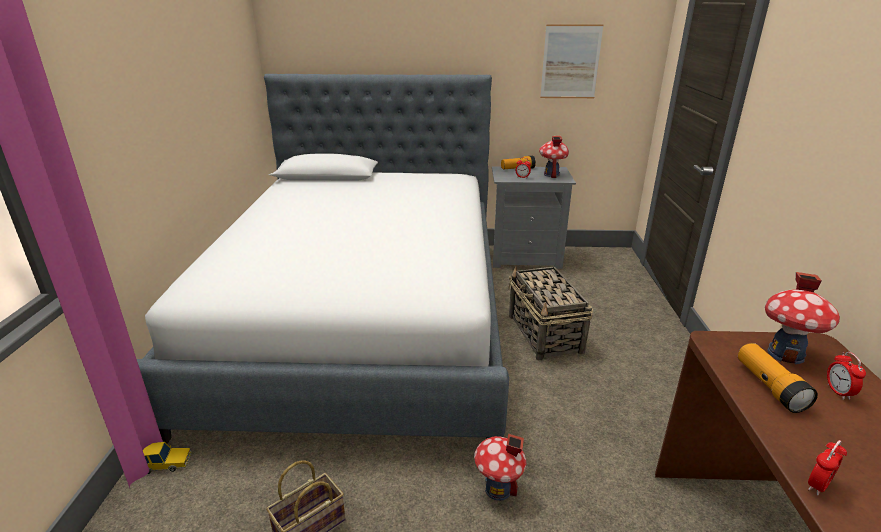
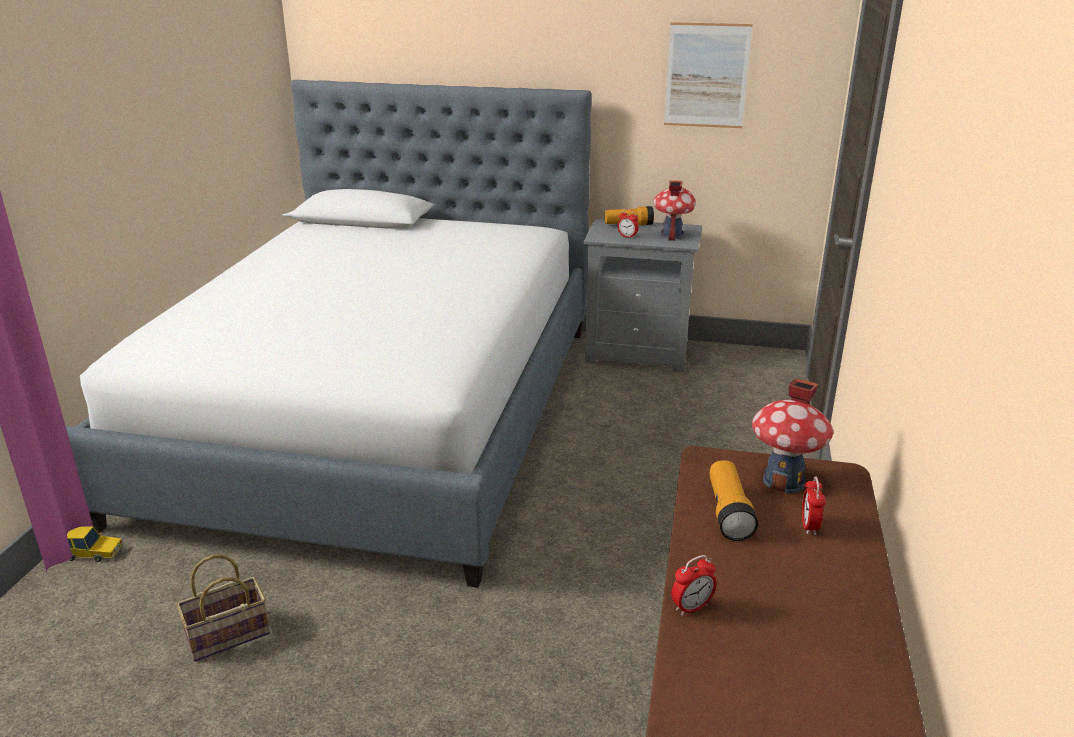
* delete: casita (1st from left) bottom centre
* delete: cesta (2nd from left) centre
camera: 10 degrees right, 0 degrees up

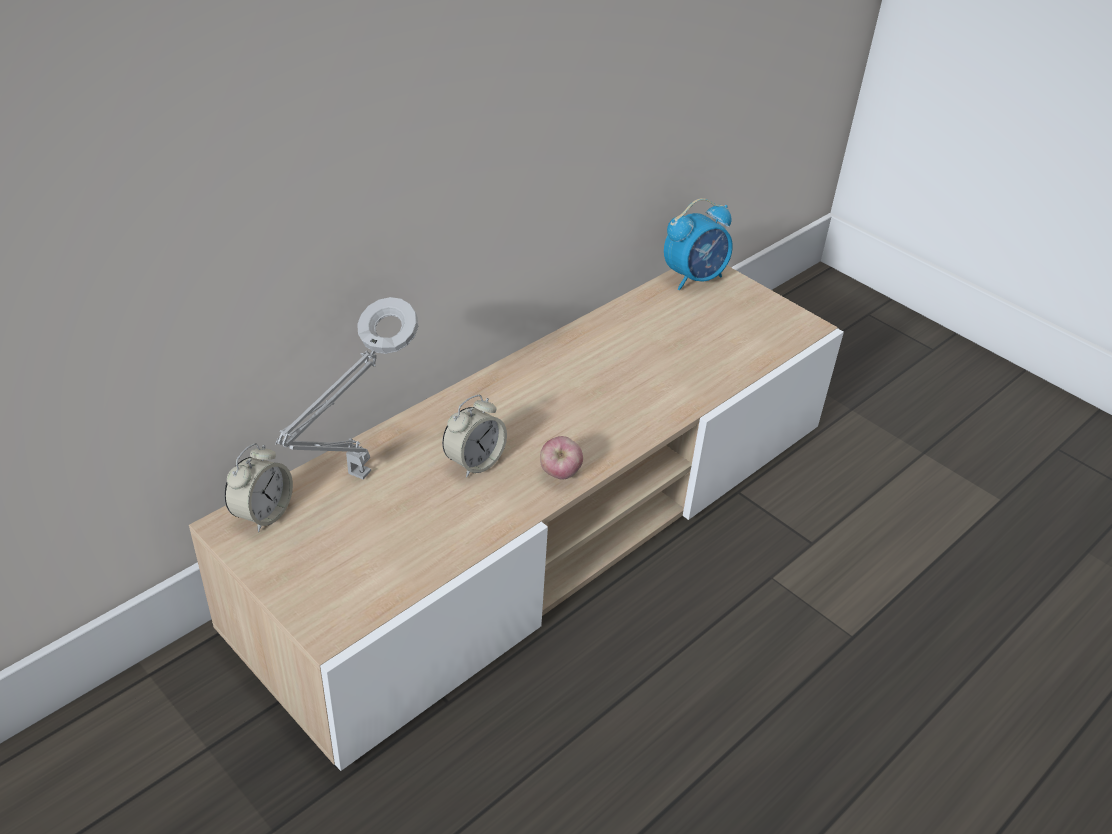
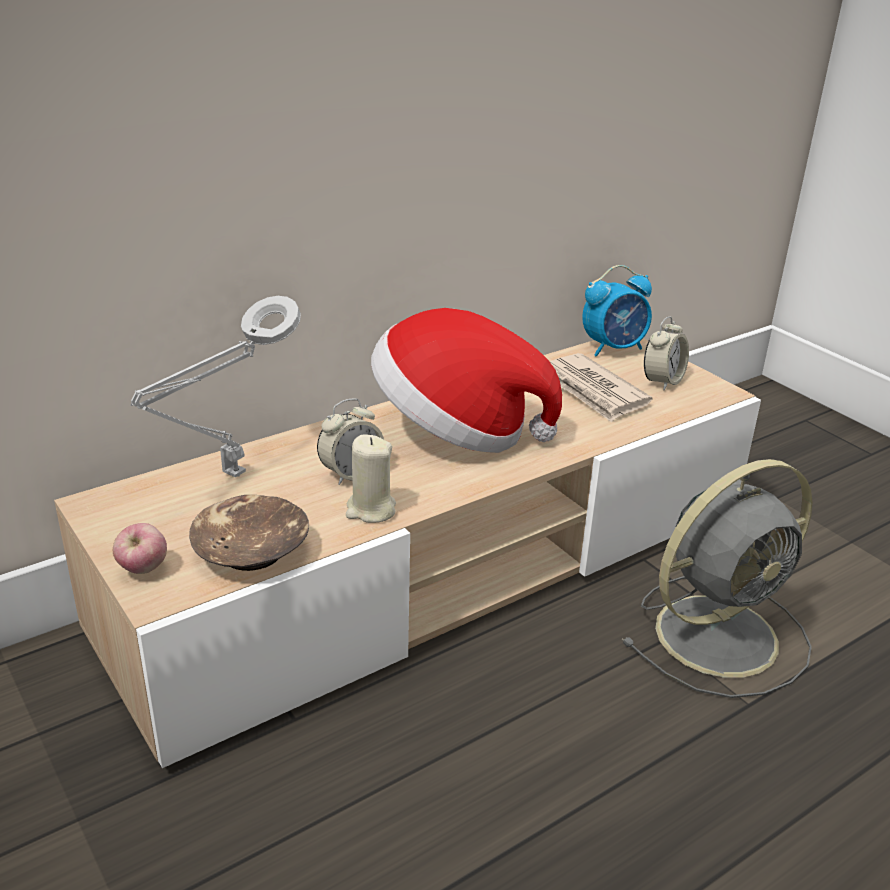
* insert: cuenco (marrón) middle left
* insert: vela (beis) centre
* insert: sombrero centre
* insert: periódico middle right
* insert: ventilador (gris) middle right
* move: despertador (1st from left in the first image) middle left to despertador (3rd from left) middle right
* move: manzana centre to middle left
camera: 10 degrees right, 10 degrees down

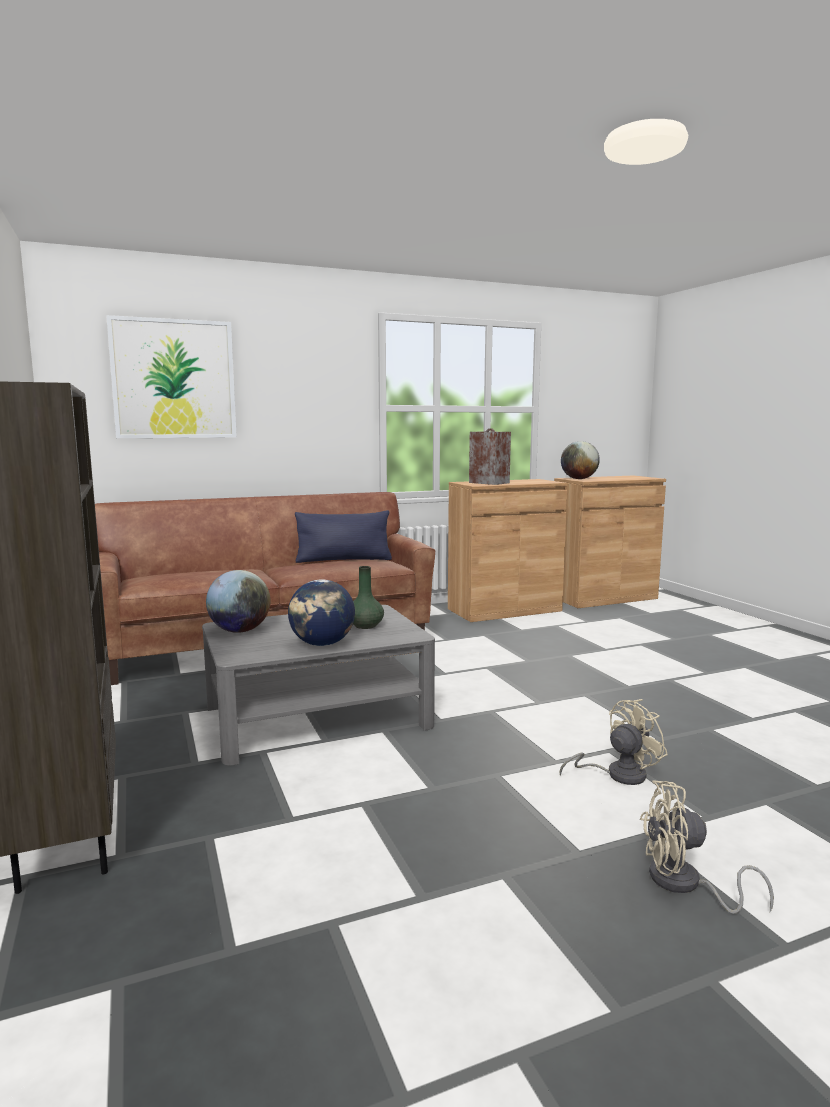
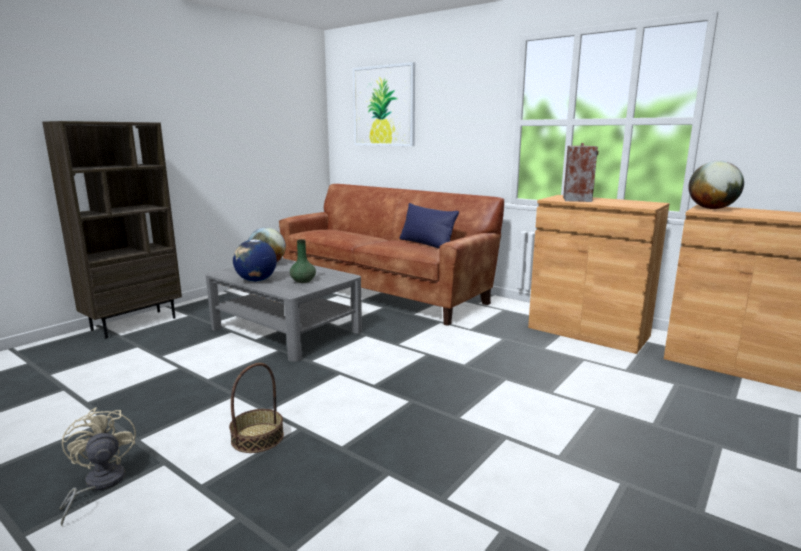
* replace: ventilador (beis) (1st from left) bottom right to cesta bottom left
camera: 60 degrees right, 5 degrees up

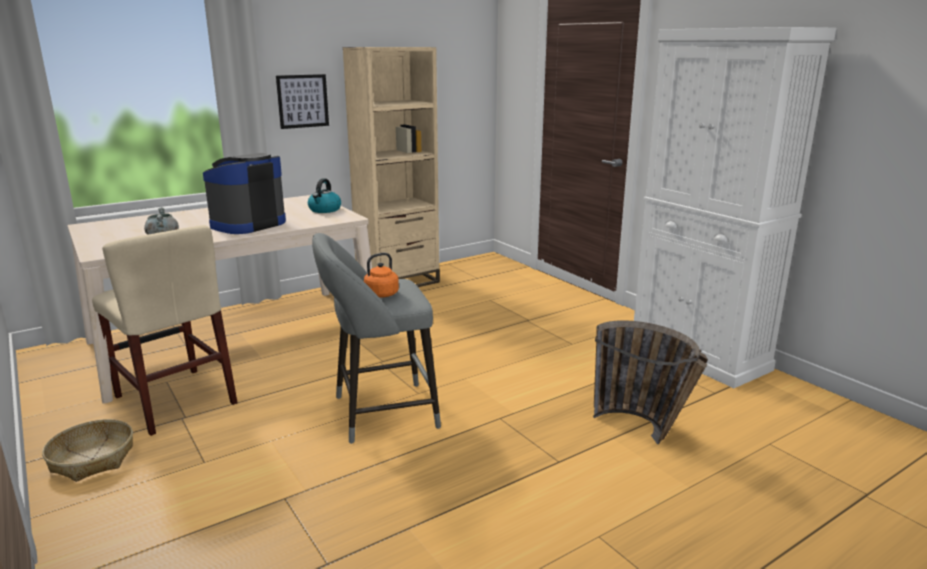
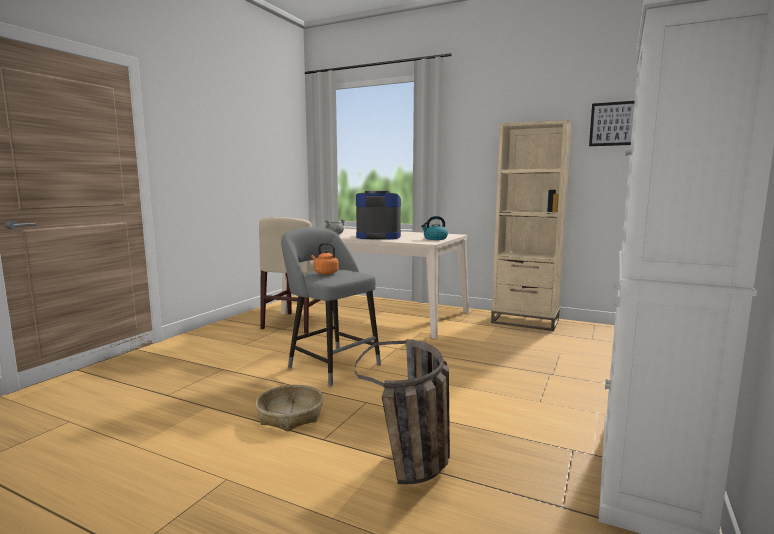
* move: cesta (1st from left) bottom left to bottom centre
* move: cuadro top left to top right
camera: 60 degrees right, 10 degrees down

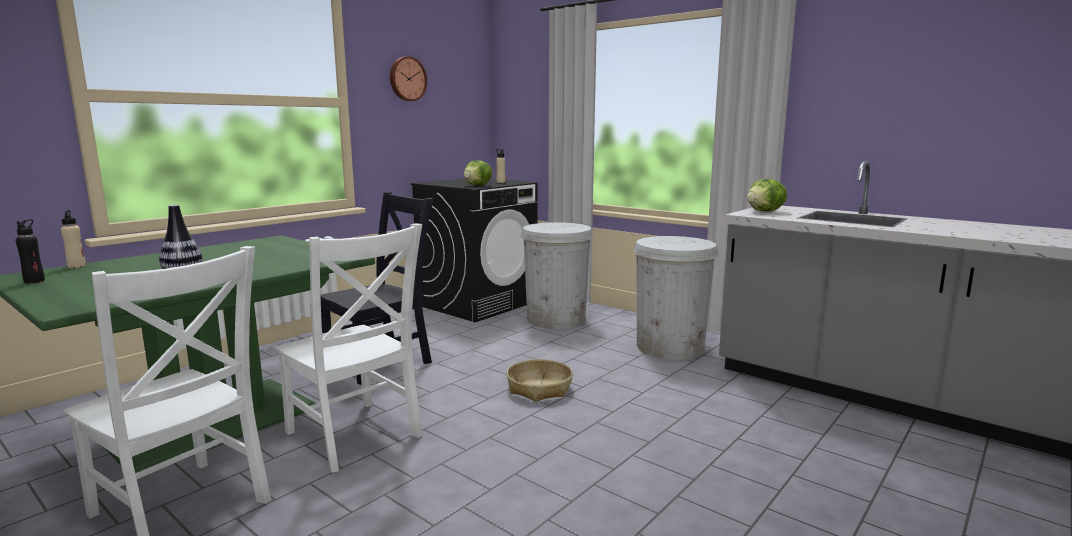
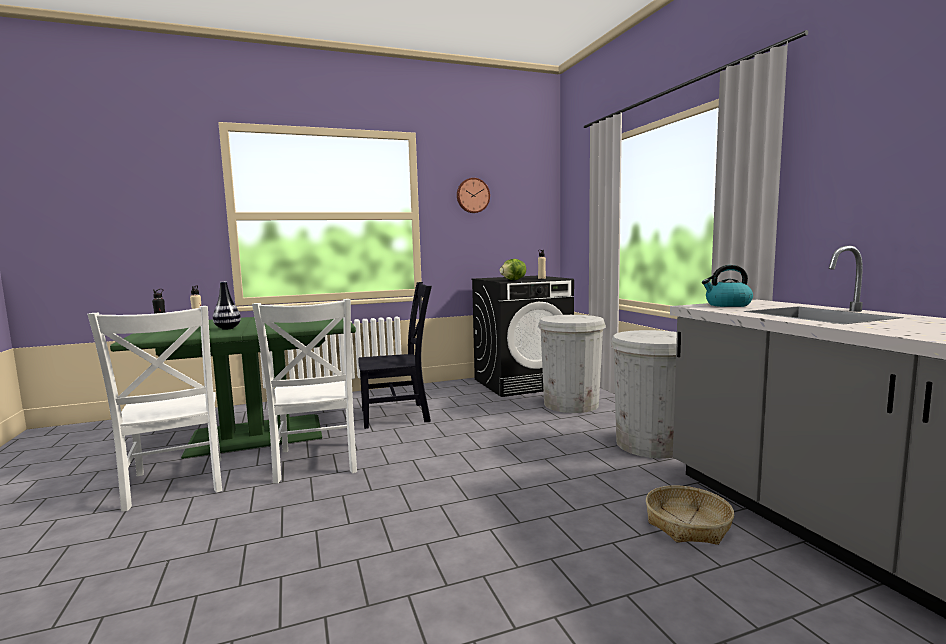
* move: cesta bottom centre to bottom right
* replace: lechuga (2nd from left) middle right to hervidor middle right
camera: 30 degrees right, 5 degrees down

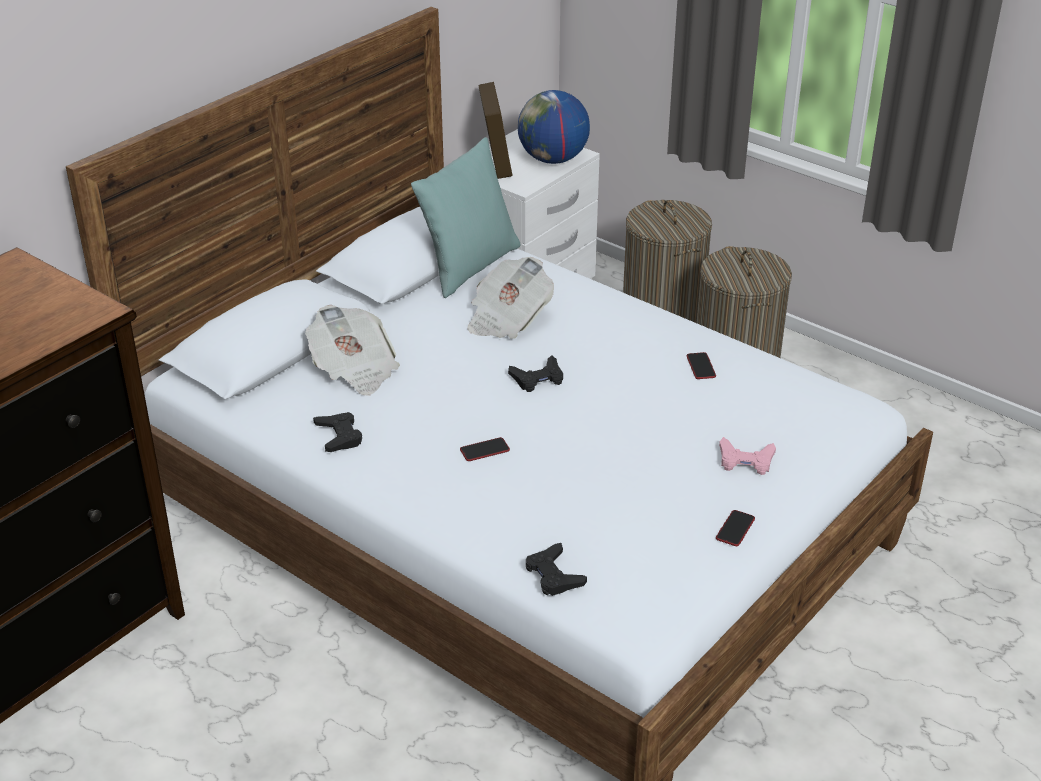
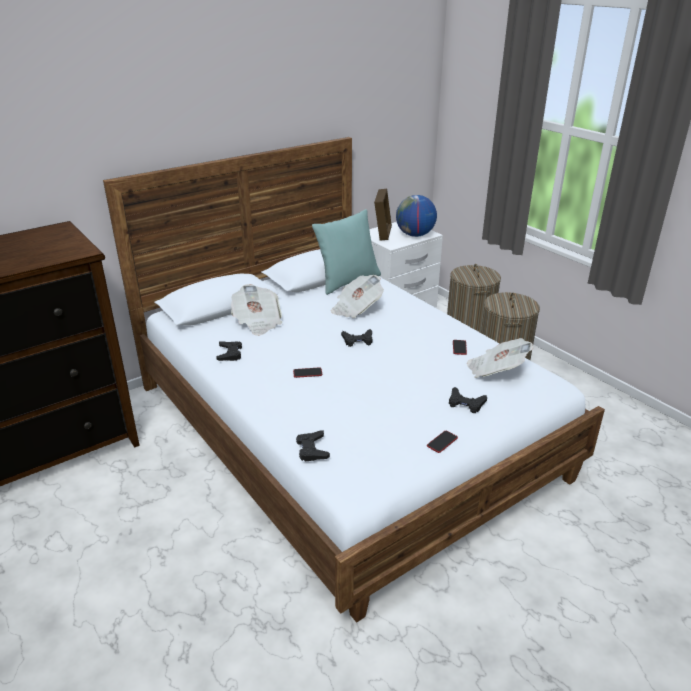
* insert: periódico (3rd from left) middle right
* recolor: mando de consola (rosa) middle right to mando de consola (negro) (4th from left) middle right
camera: 15 degrees right, 5 degrees down

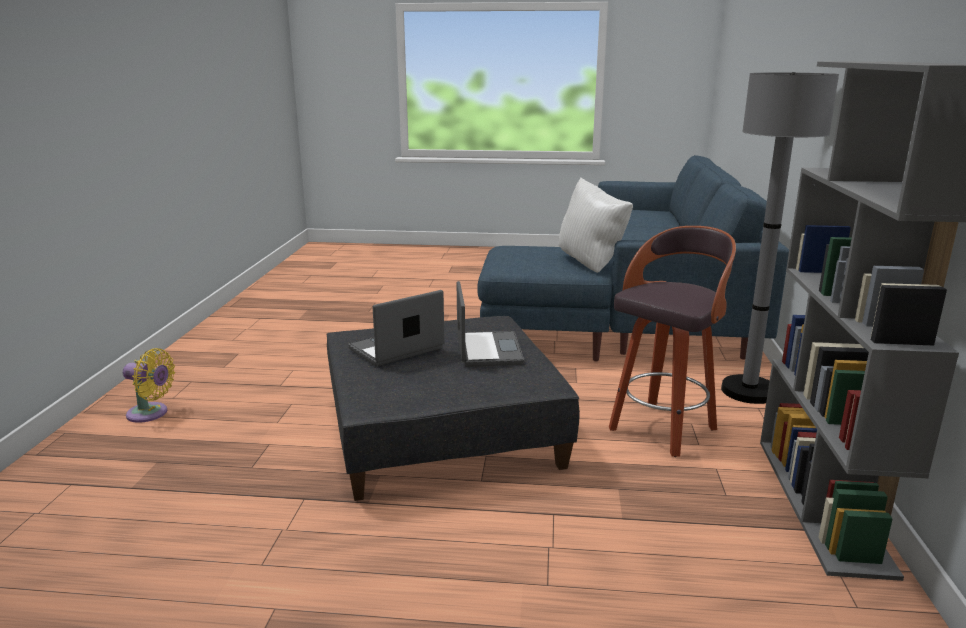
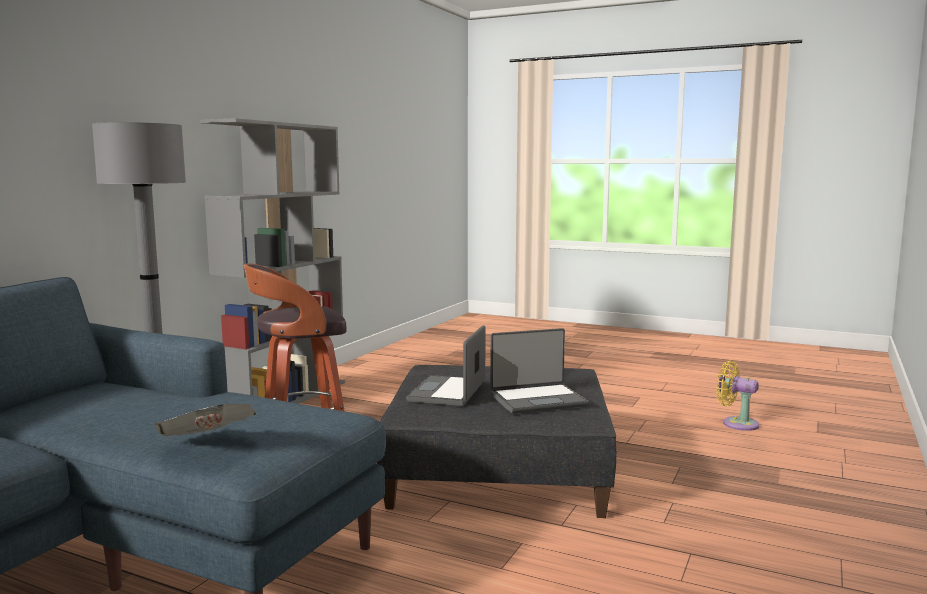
* delete: cojín (blanco) centre
* insert: periódico bottom left
* move: ventilador (amarillo) middle left to bottom right
camera: 160 degrees left, 10 degrees down

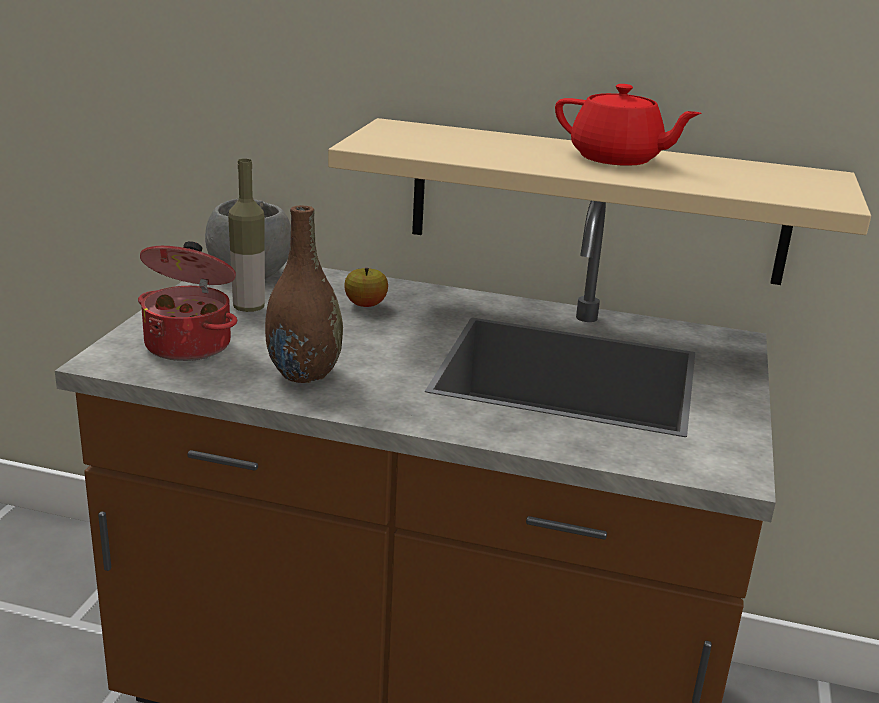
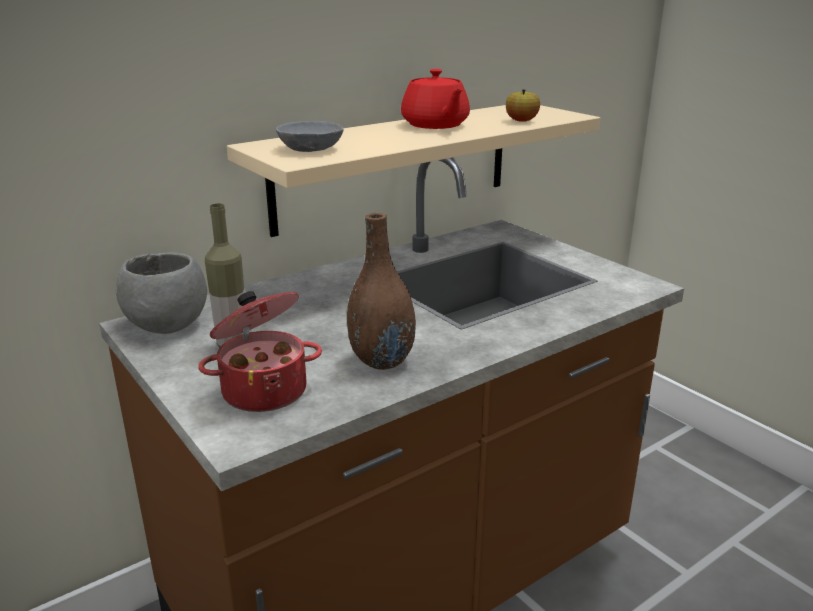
* insert: cuenco (gris) (2nd from left) top centre
* move: manzana centre to top centre
* rotate: tetera (rojo) top right = top centre 90 degrees clockwise
camera: 50 degrees left, 0 degrees up

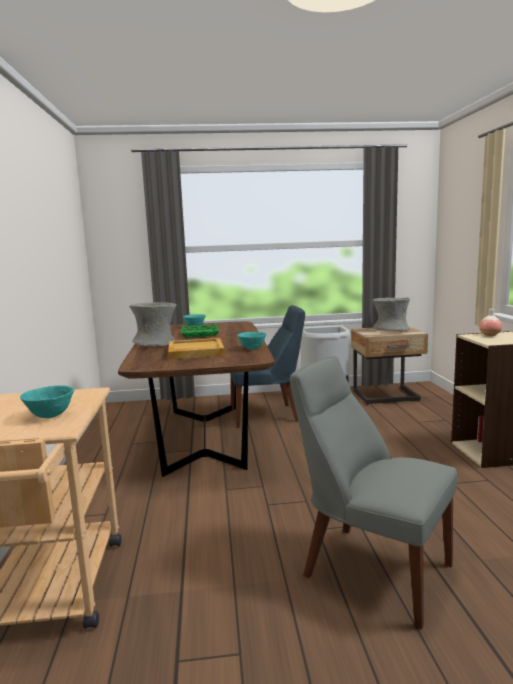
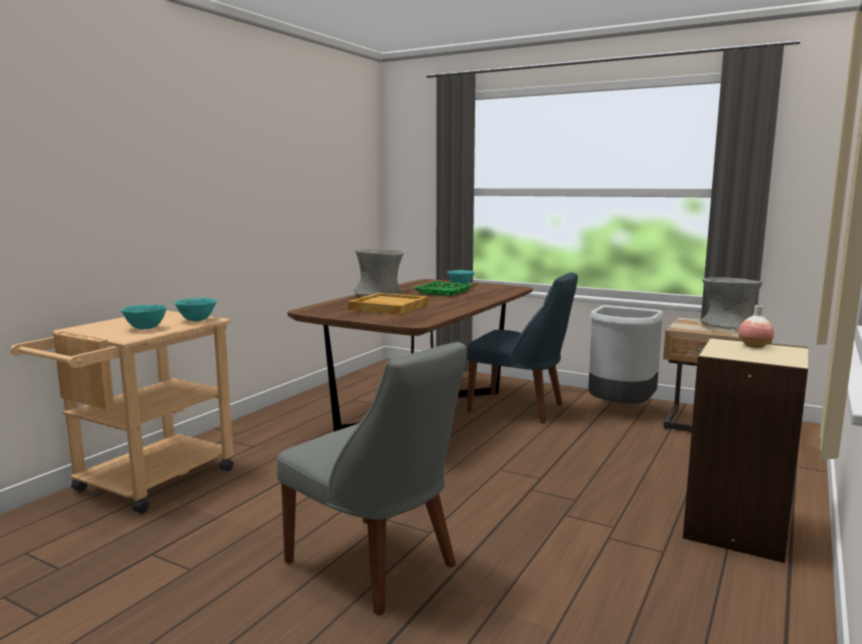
* move: cuenco (turquesa) (3rd from left in the first image) centre to cuenco (turquesa) (2nd from left) middle left
* rotate: silla (gris) bottom right = bottom centre 150 degrees clockwise
camera: 35 degrees right, 0 degrees up

